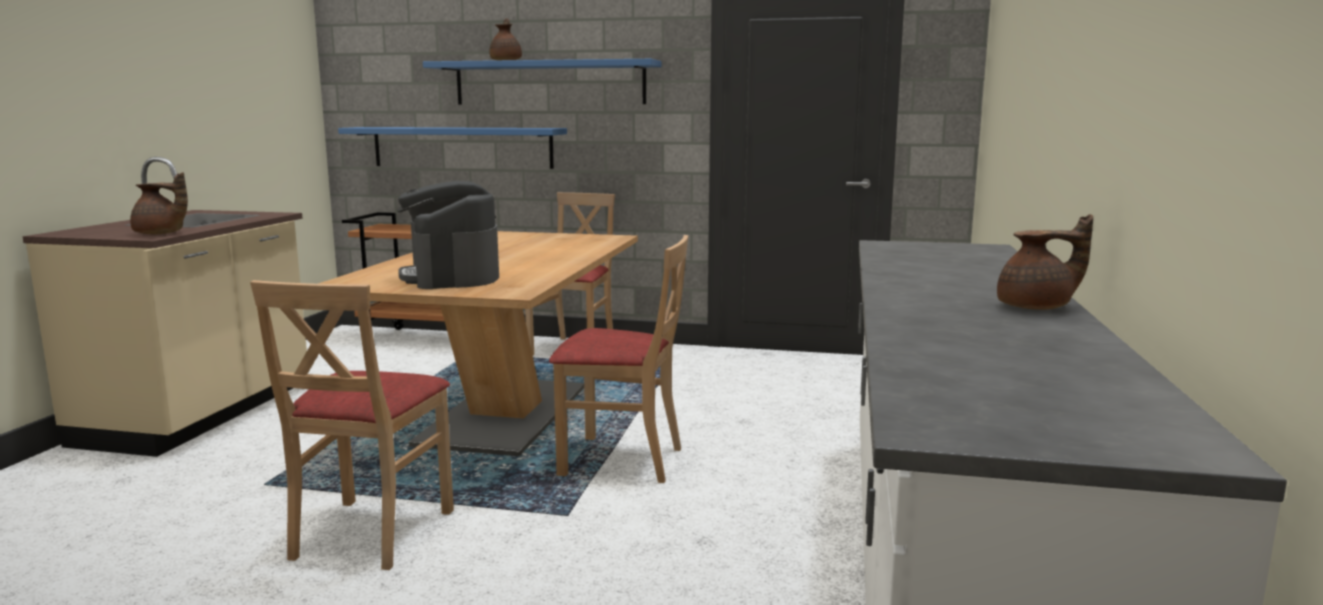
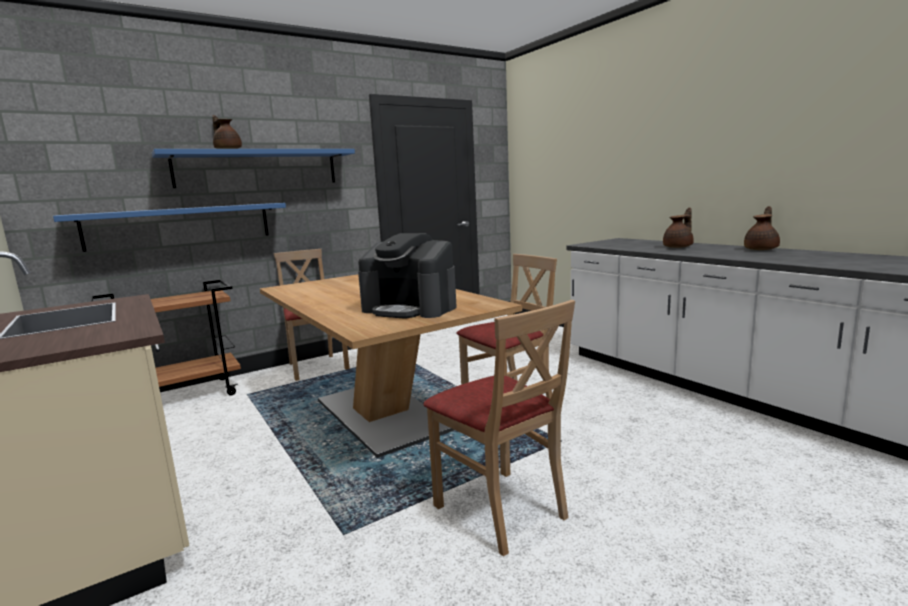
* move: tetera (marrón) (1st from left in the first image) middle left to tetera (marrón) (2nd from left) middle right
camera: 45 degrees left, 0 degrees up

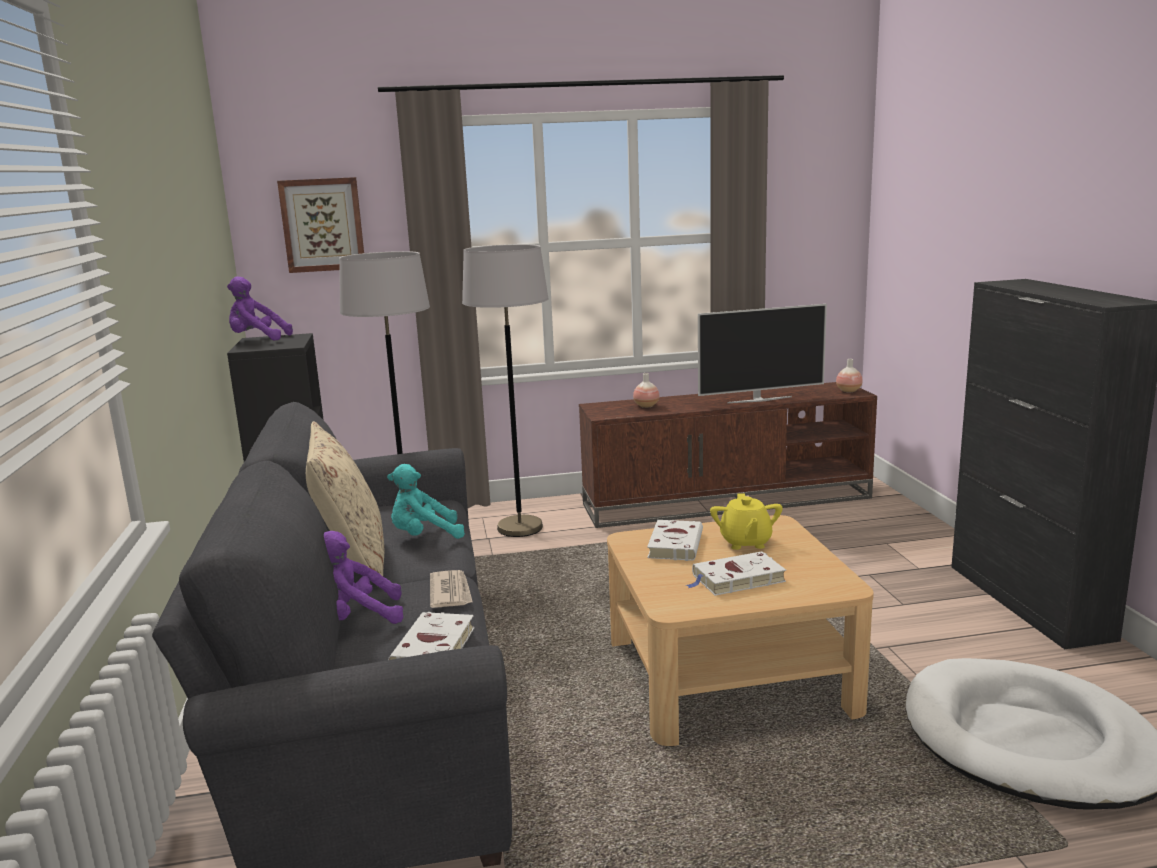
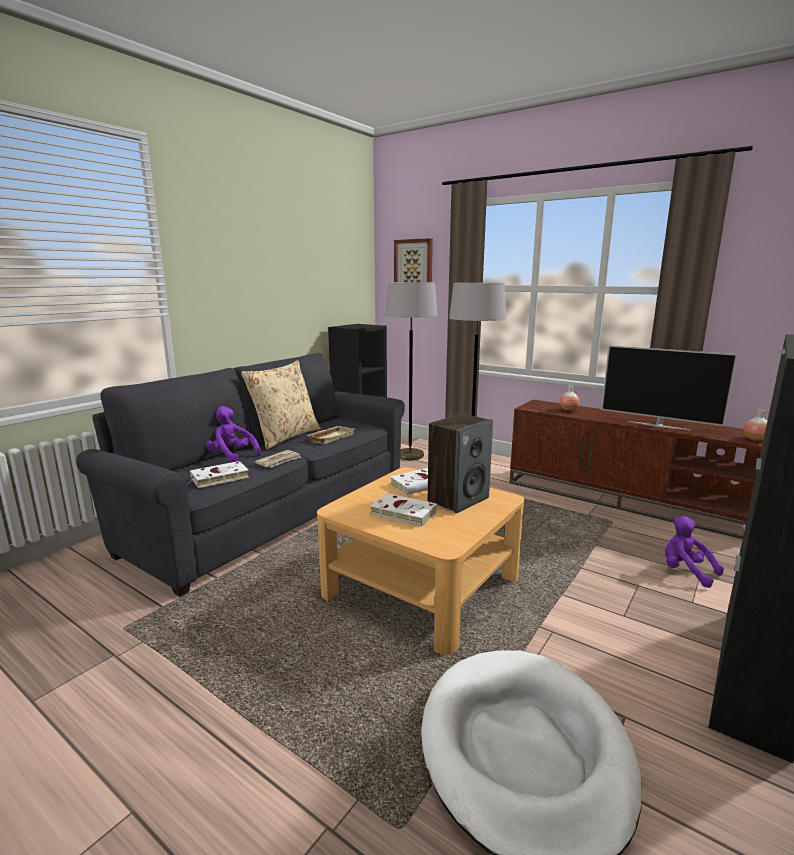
* move: peluche (morado) (1st from left in the first image) middle left to peluche (morado) (2nd from left) middle right
* replace: peluche (turquesa) centre to bandeja (beis) centre
* replace: tetera (amarillo) centre to altavoz centre
camera: 45 degrees right, 0 degrees up

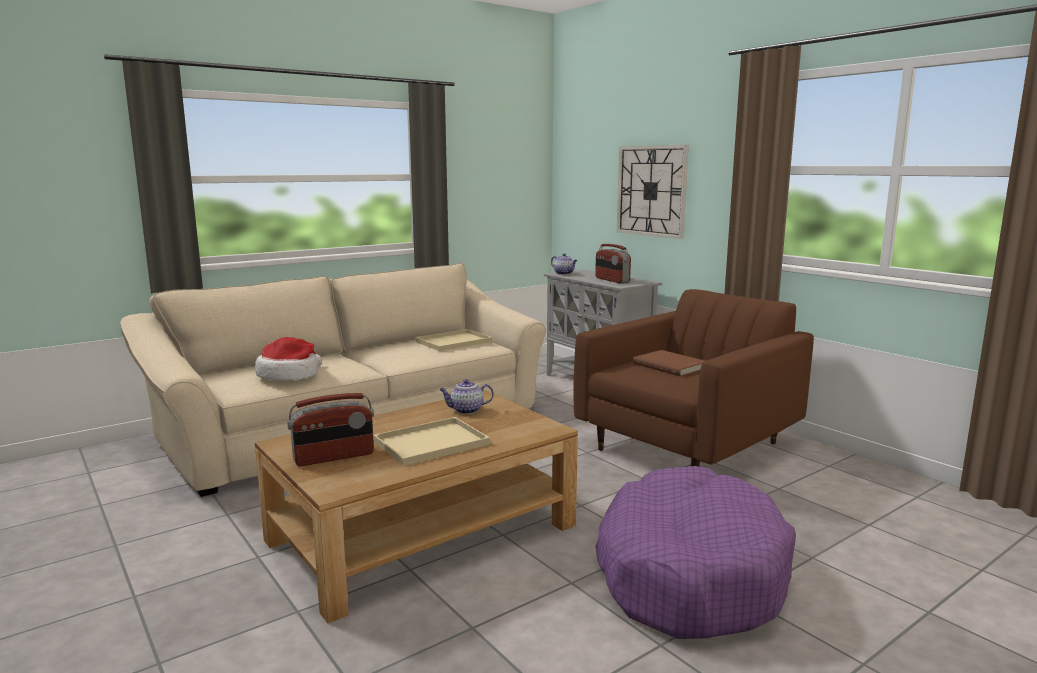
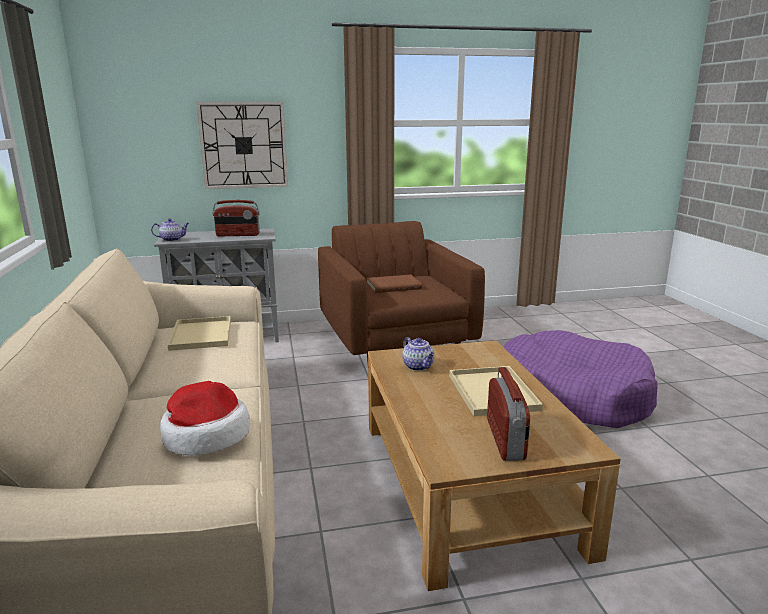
* rotate: tetera (1st from left in the first image) centre = centre 45 degrees counterclockwise
camera: 65 degrees left, 5 degrees up

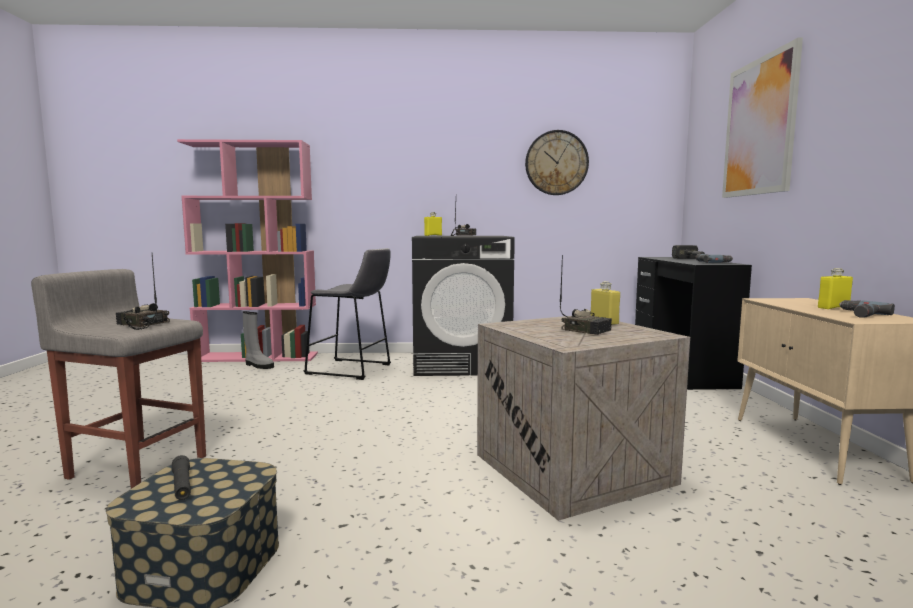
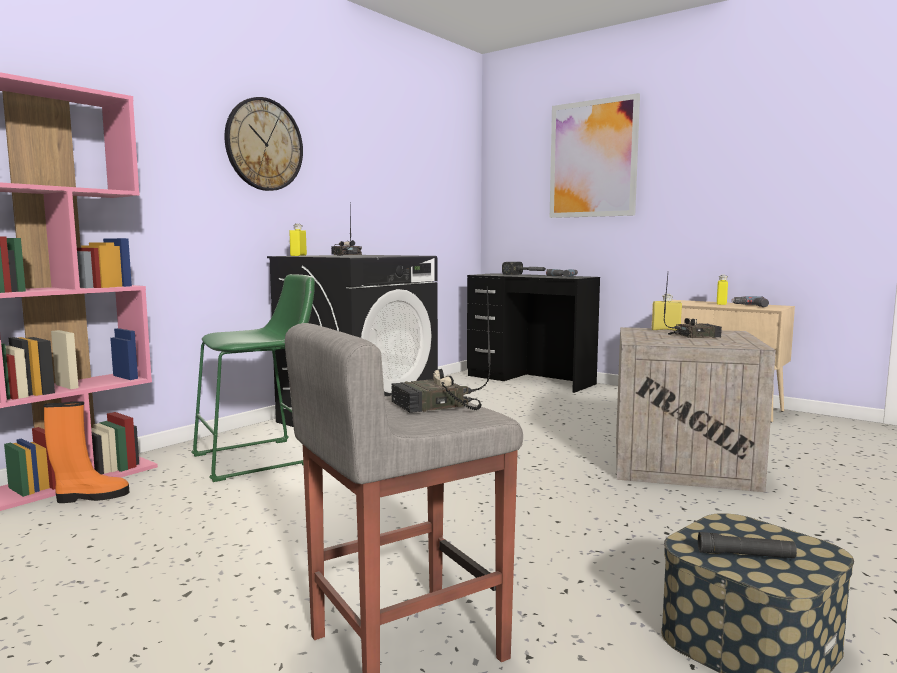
* move: reloj de pared top centre to top left
* recolor: bota (gris) middle left to bota (naranja) bottom left
* recolor: taburete (gris) (2nd from left) centre to taburete (verde) middle left
camera: 50 degrees left, 0 degrees up

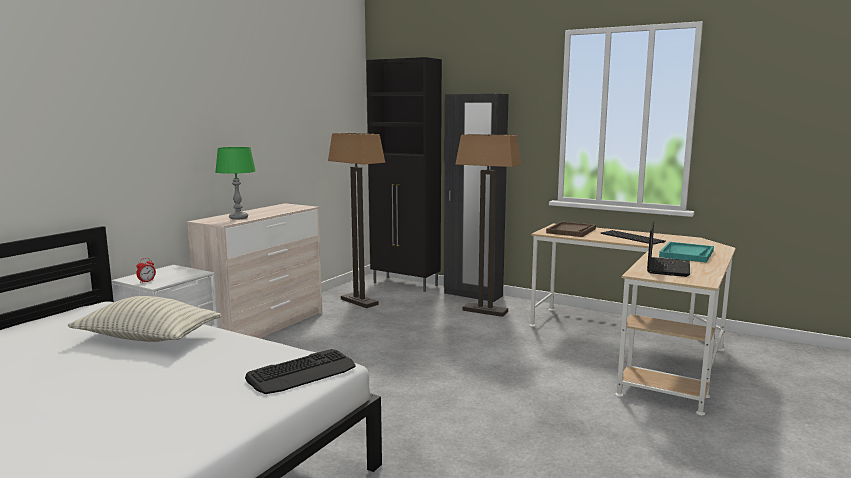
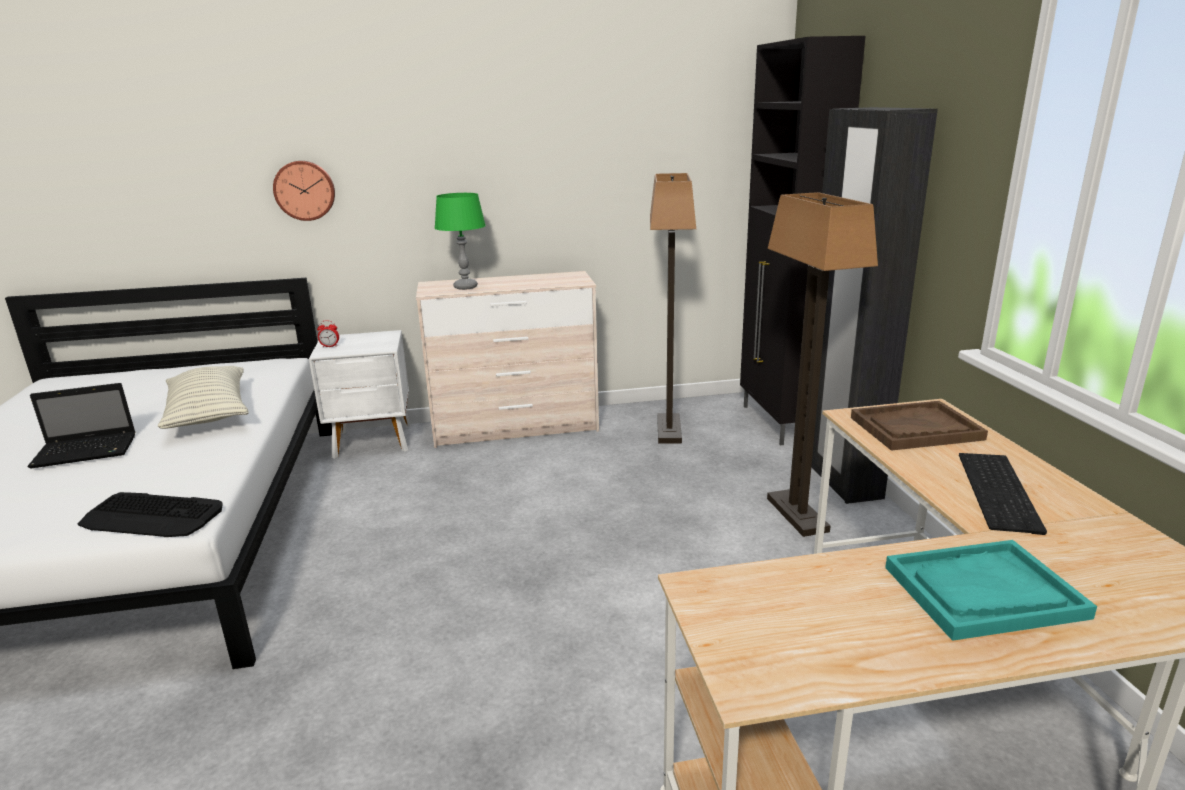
* insert: reloj de pared top left
* move: portátil middle right to middle left
camera: 50 degrees right, 10 degrees up

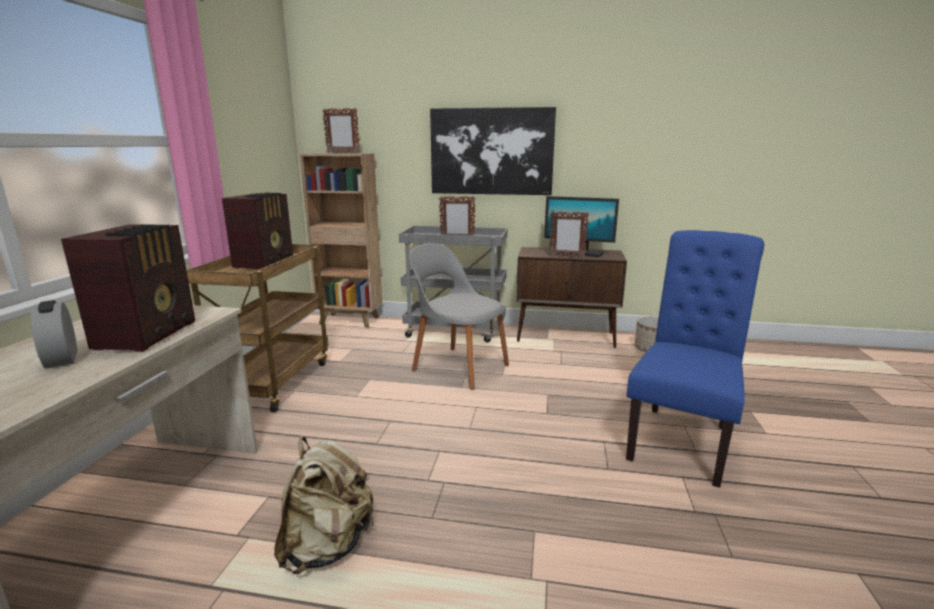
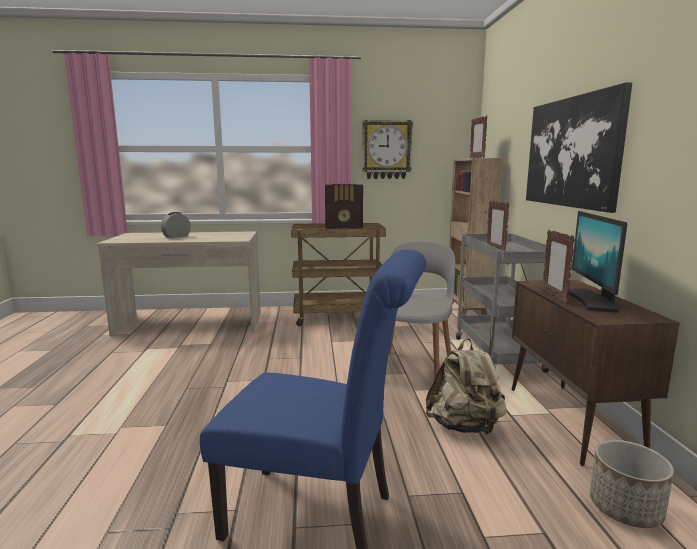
* delete: radio (1st from left) middle left
* insert: reloj de pared top centre
* move: mochila (beis) bottom centre to bottom right
camera: 75 degrees right, 5 degrees down

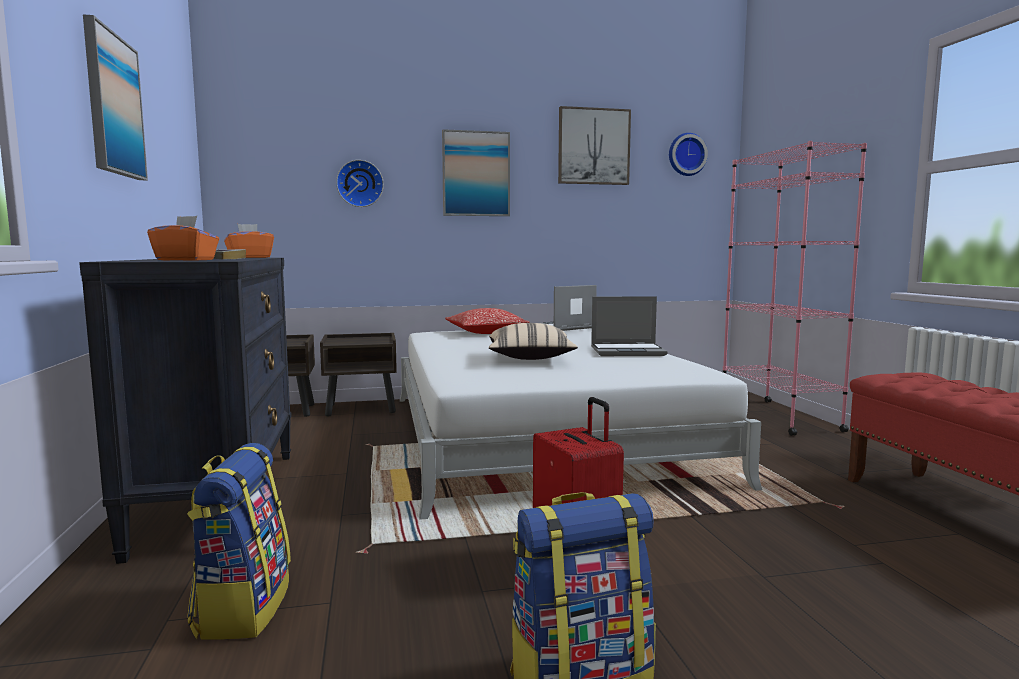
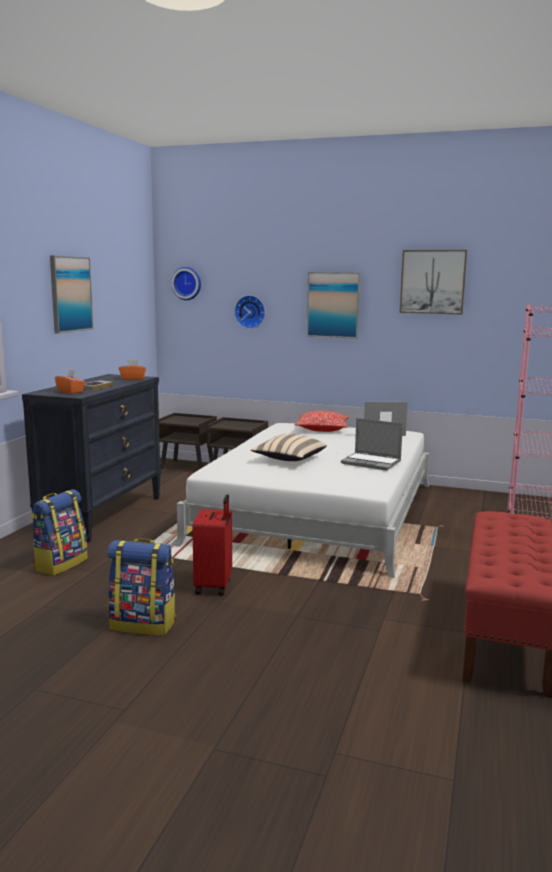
* move: reloj de pared (2nd from left in the first image) top right to reloj de pared (1st from left) top centre
camera: 30 degrees right, 5 degrees up

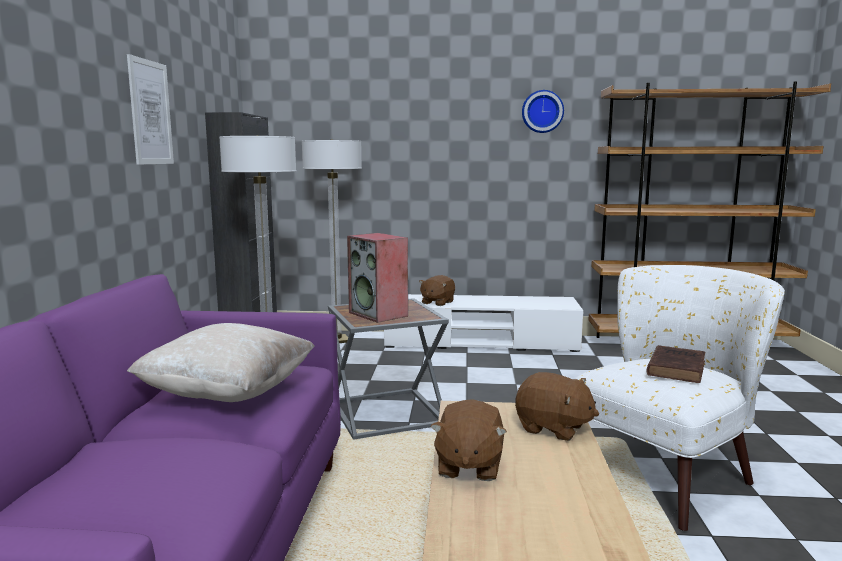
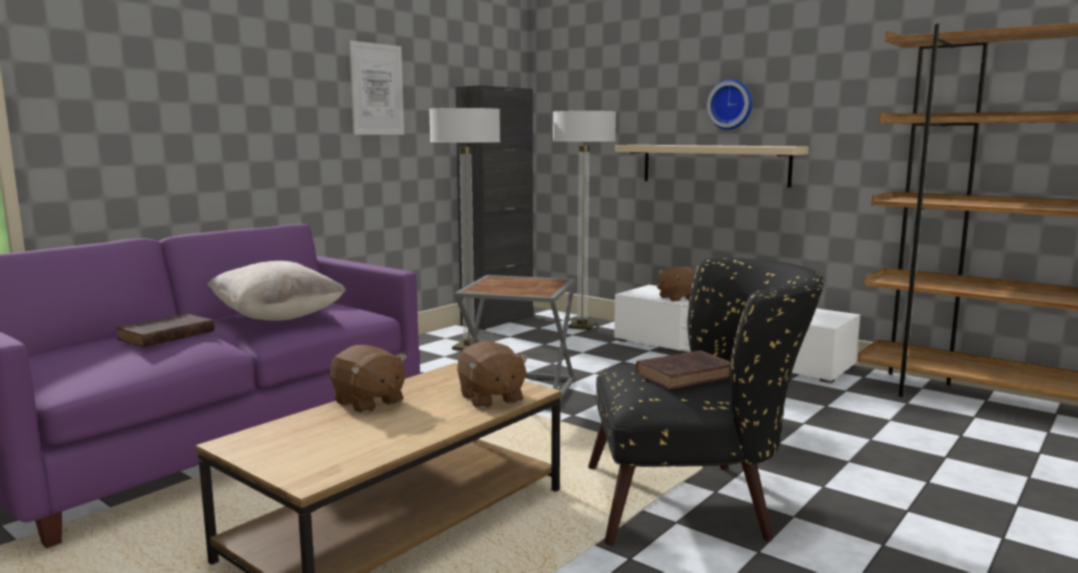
* delete: altavoz centre
* insert: libro (marrón) (1st from left) middle left
* insert: estante (beis) top centre
* move: reloj de pared top centre to top right
* recolor: sillón (blanco) bottom right to sillón (negro) bottom centre
* rotate: peluche (marrón) (2nd from left in the first image) bottom centre = centre 90 degrees counterclockwise
camera: 35 degrees right, 0 degrees up

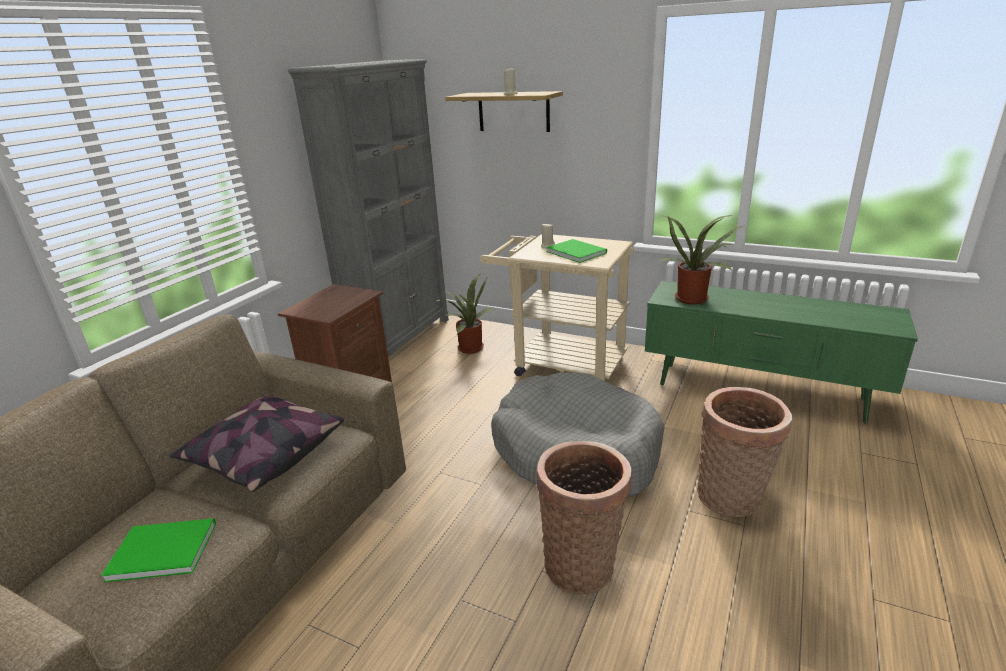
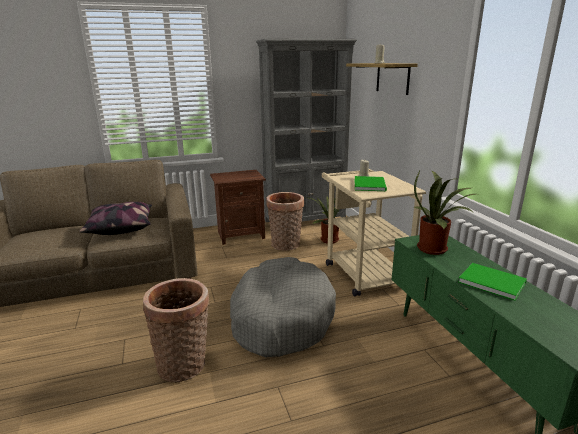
* move: libro (verde) (1st from left in the first image) bottom left to libro (verde) (2nd from left) middle right
* move: cesta (2nd from left) bottom right to centre
camera: 45 degrees right, 5 degrees down

